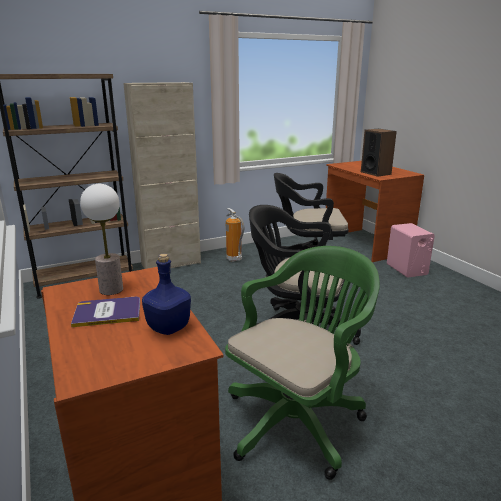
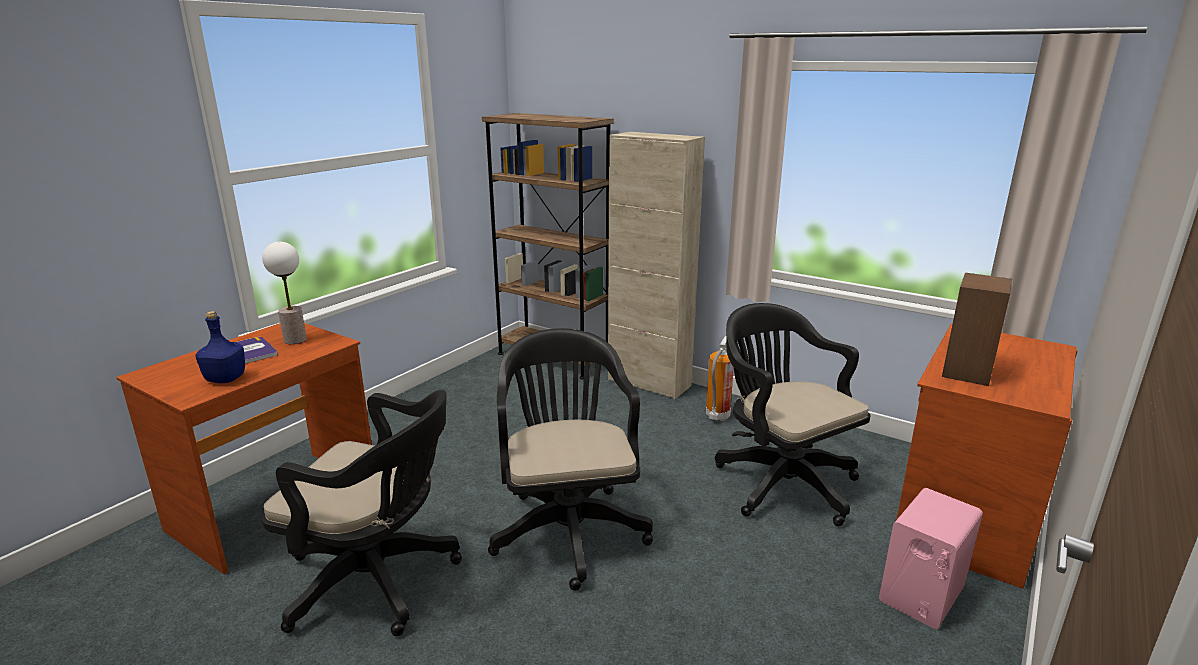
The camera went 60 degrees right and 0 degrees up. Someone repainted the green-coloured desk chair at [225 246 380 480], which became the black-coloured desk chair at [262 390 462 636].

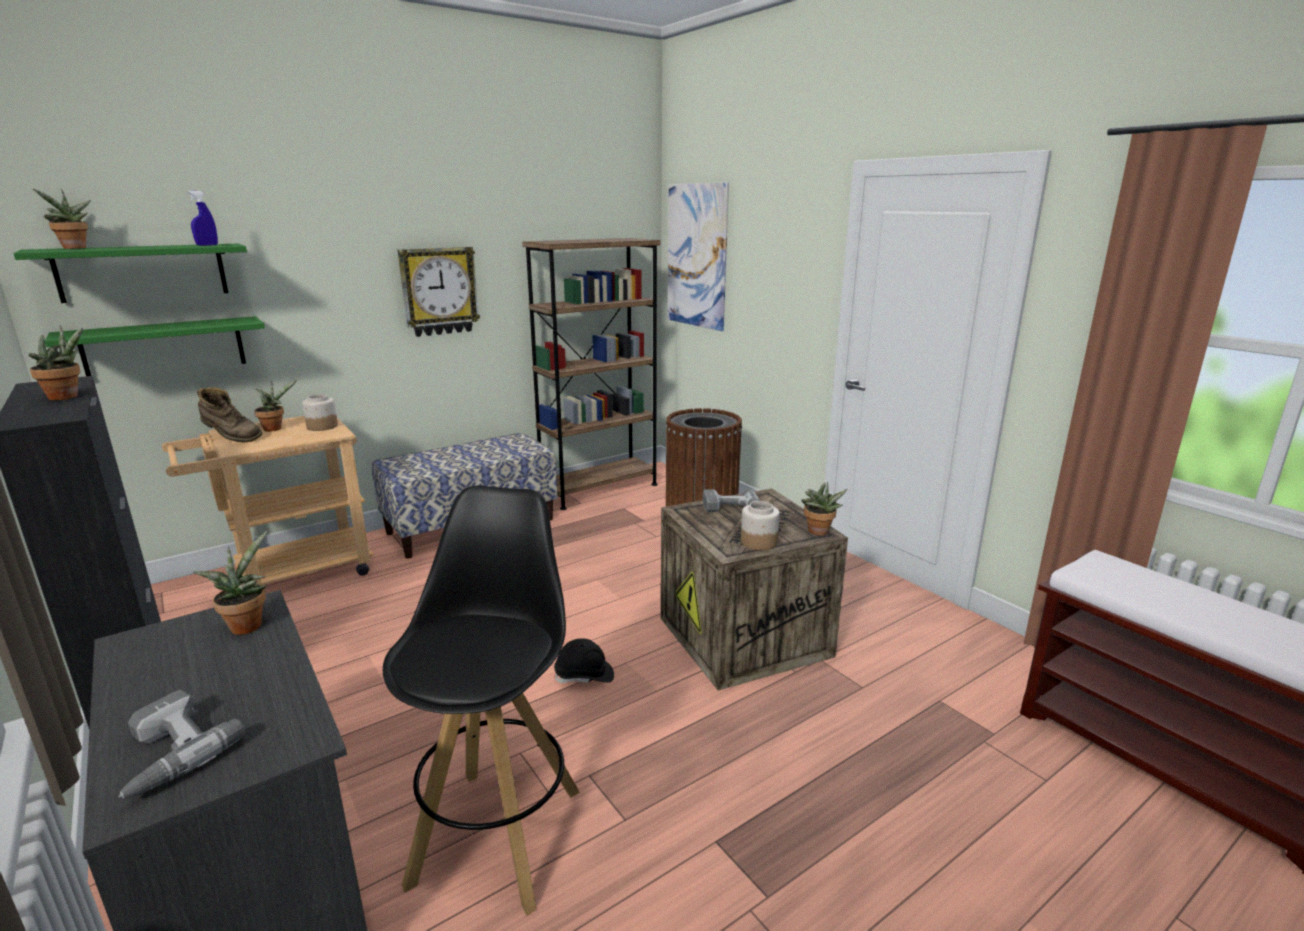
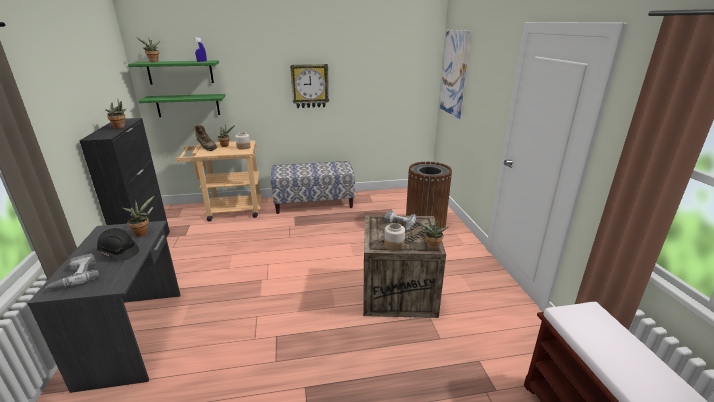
The camera went 25 degrees right and 5 degrees up. Someone took away the black-coloured stool seat at [383 486 580 916]. Someone took away the brown shelving unit at [522 238 660 510]. Someone carried the black-coloured safety helmet from [554 638 614 683] to [97 228 139 260].

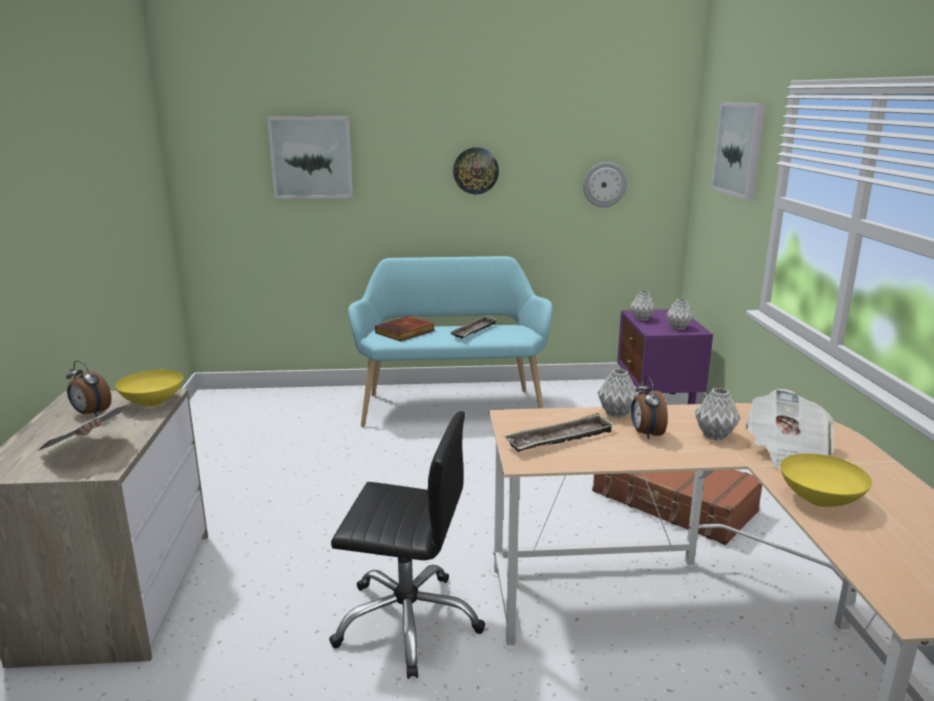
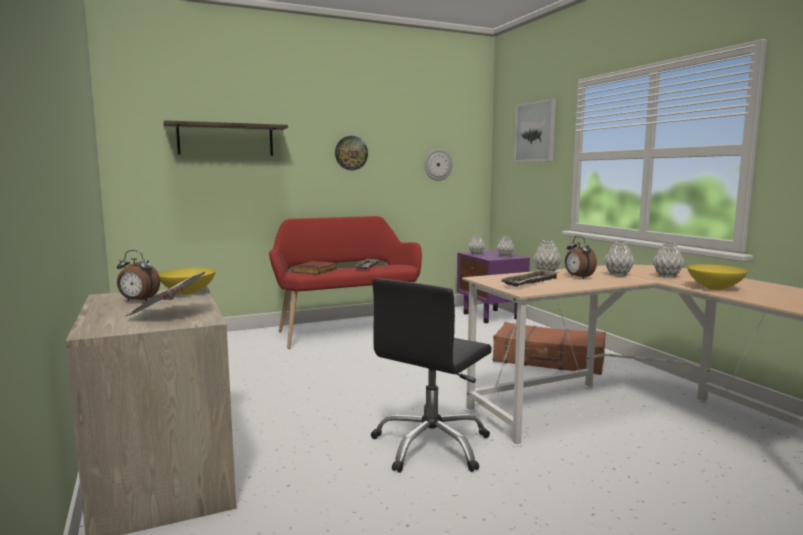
The camera went 20 degrees left and 10 degrees down. Someone swapped the picture at [267 117 353 199] for the shelf at [163 120 288 156]. Someone rotated the black-coloured desk chair at [329 411 485 679] by 135 degrees clockwise. Someone repainted the turquoise long seat at [348 256 553 427], which became the red-coloured long seat at [269 216 422 349]. Someone swapped the newspaper at [746 389 834 470] for the grey decorative vase at [652 243 685 278].

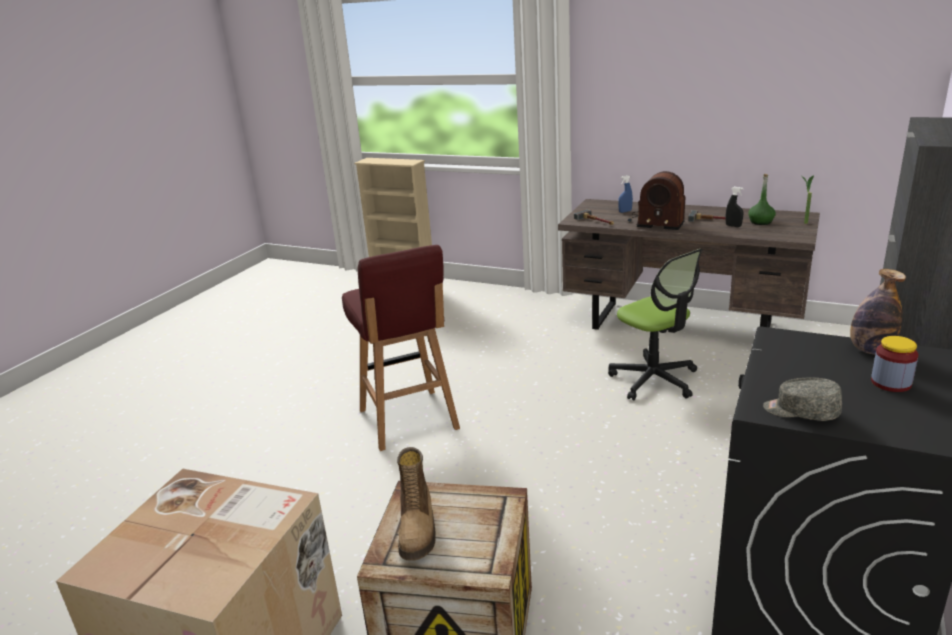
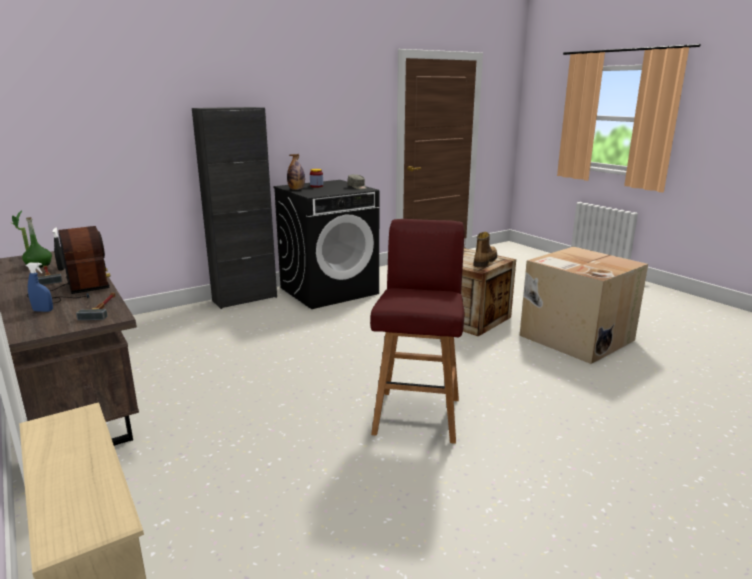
The camera went 150 degrees left and 5 degrees down. Someone took away the desk chair at [608 249 702 400].

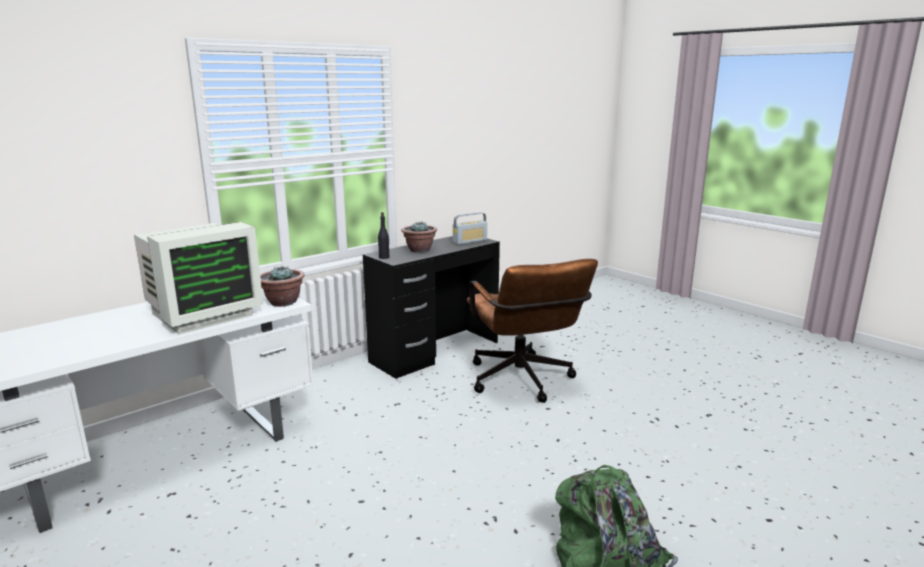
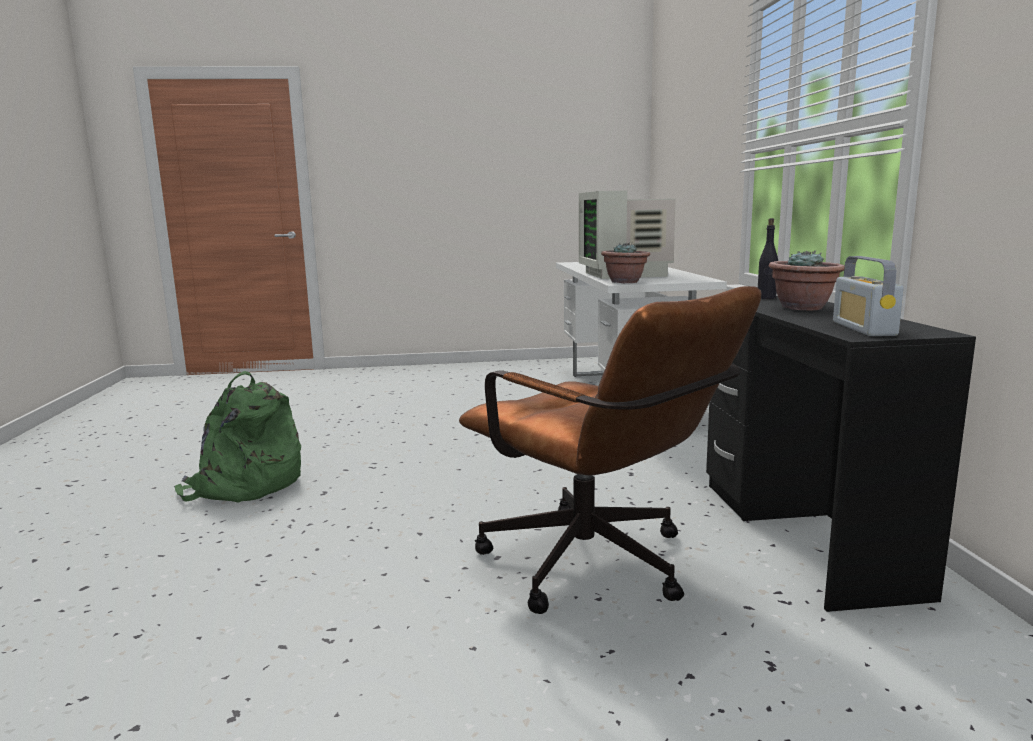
The camera went 125 degrees right and 5 degrees down. Someone rotated the brown desk chair at [467 259 598 403] by 150 degrees counterclockwise.

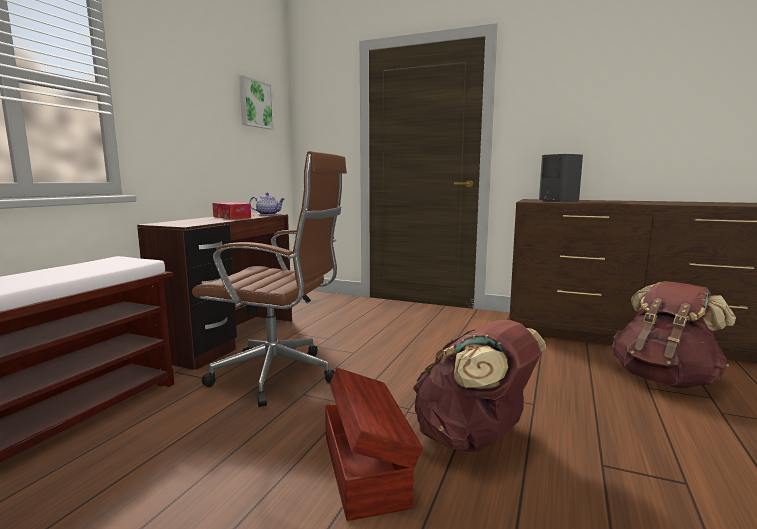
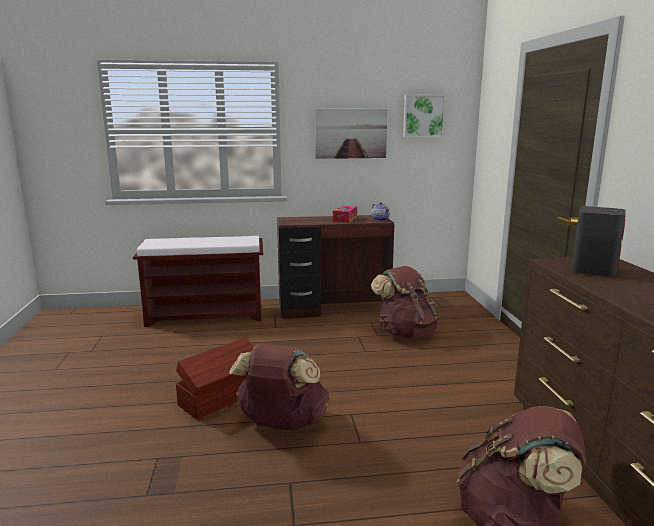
The camera went 60 degrees right and 5 degrees up. Someone took away the brown desk chair at [192 151 347 407]. Someone put up the picture at [315 109 388 159]. Someone put down the brown rucksack at [371 266 439 338].

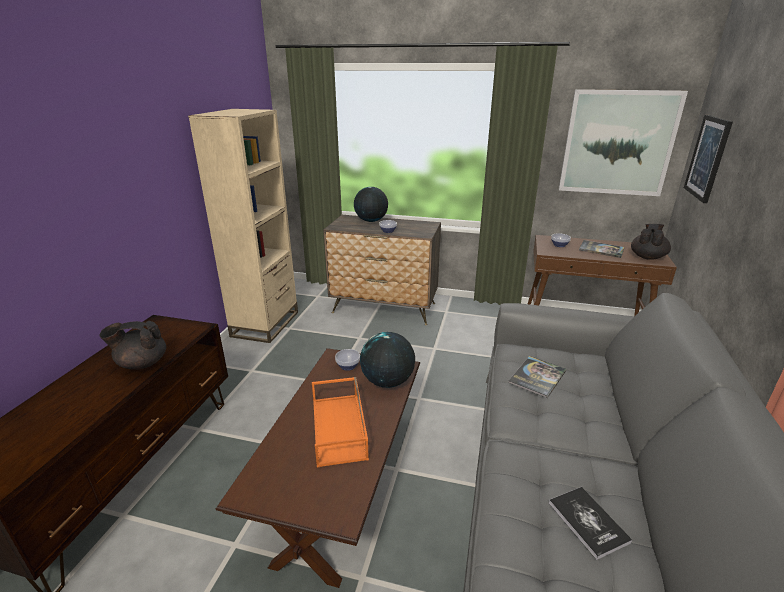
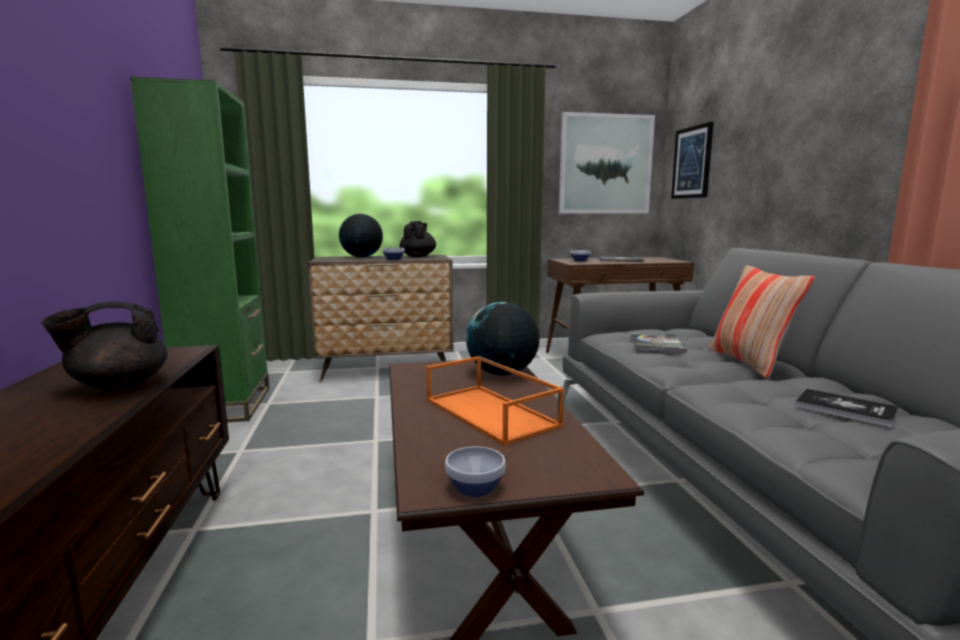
The camera went 25 degrees left and 15 degrees down. Someone repainted the beige-coloured shelving unit at [188 109 298 343], which became the green-coloured shelving unit at [130 77 269 422]. Someone carried the bowl from [335 349 360 371] to [445 446 506 497]. Someone carried the black-coloured pot for tea from [631 224 671 260] to [400 221 436 257]. Someone put down the pillow at [708 265 815 379].

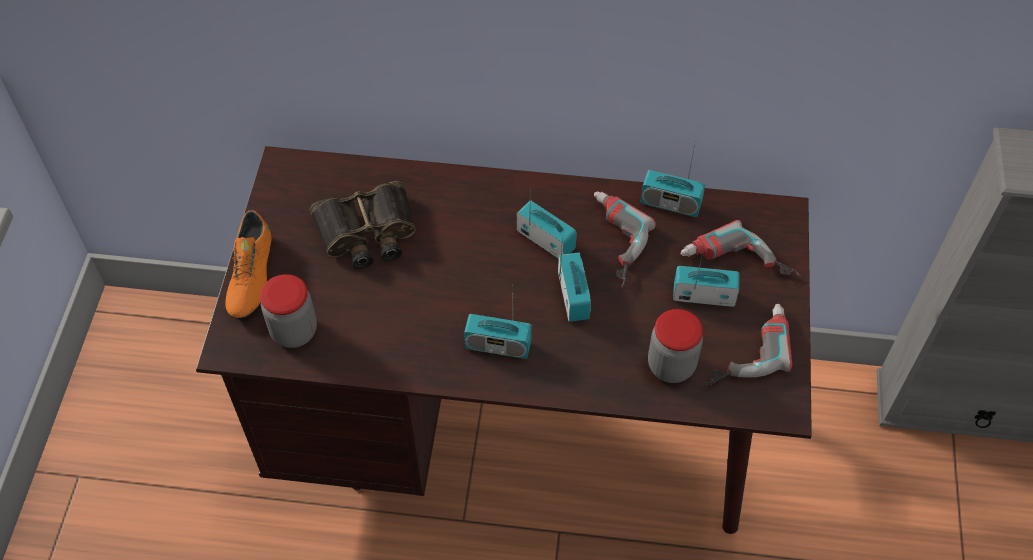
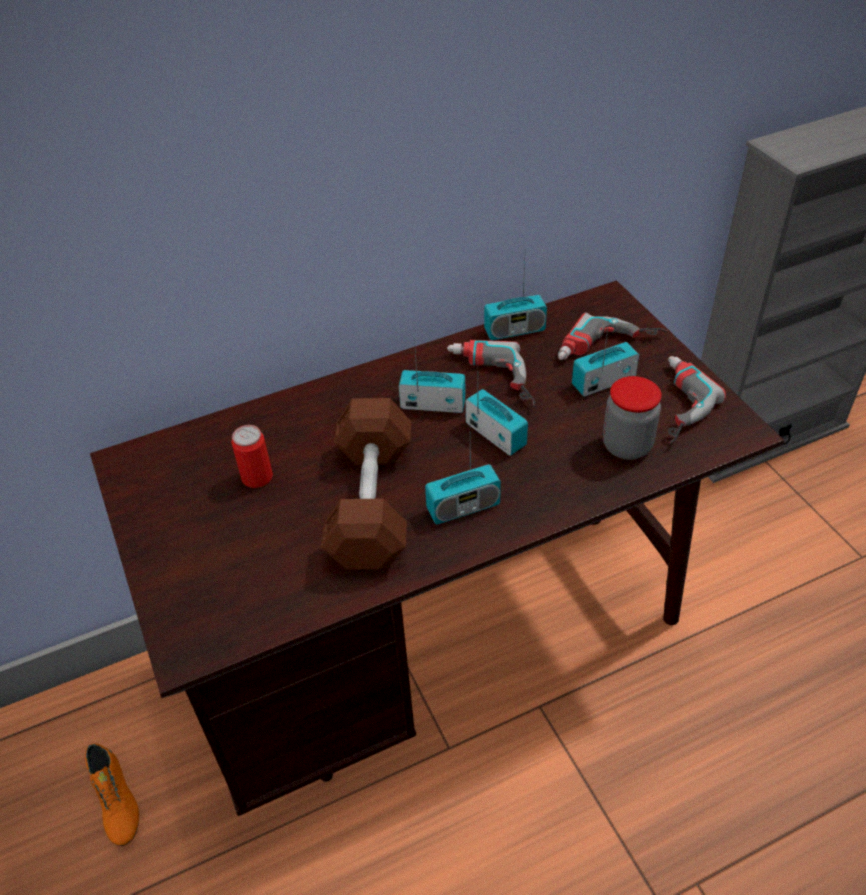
The camera went 30 degrees left and 10 degrees down. Someone carried the orange low shoe from [225 210 271 319] to [85 743 139 846]. Someone took away the jar at [260 274 317 348]. Someone swapped the pair of binoculars at [310 181 416 269] for the can at [231 425 273 488]. Someone put down the brown dumbbell at [321 398 411 569].

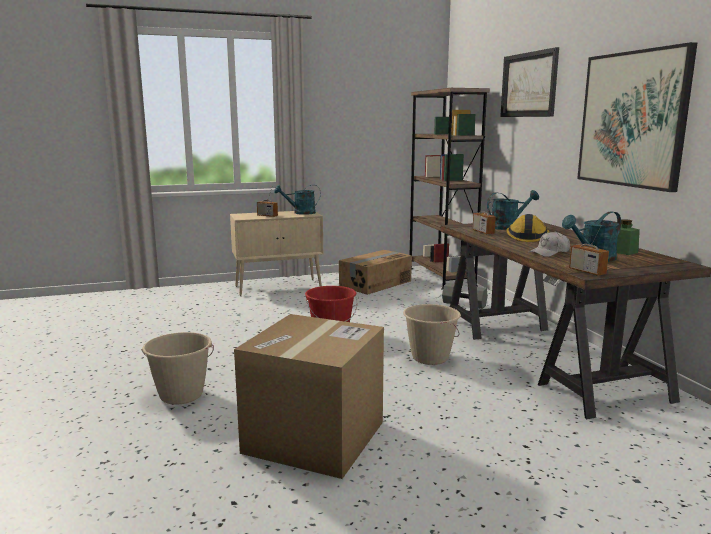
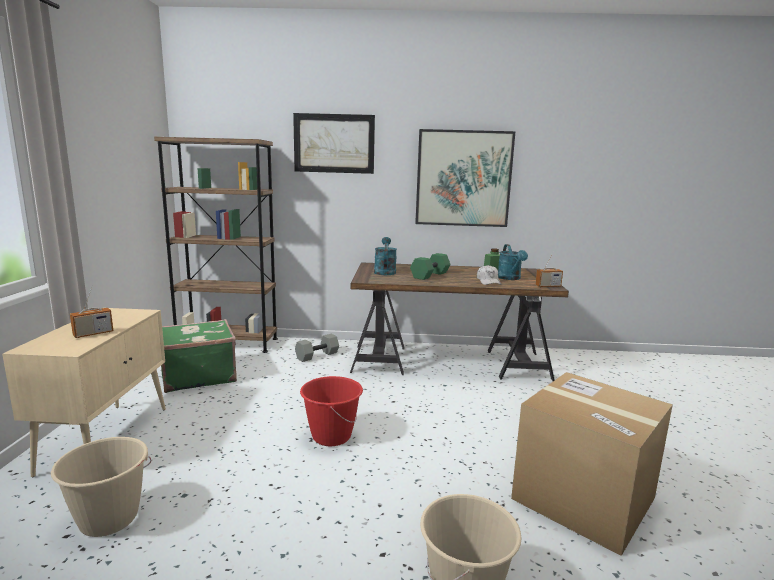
The camera went 70 degrees left and 0 degrees up. Someone took away the turquoise watering can at [274 185 321 215]. Someone swapped the cardboard box at [339 250 412 295] for the green-coloured piece of luggage at [161 319 237 393]. Someone carried the beige-coloured water bucket from [403 304 461 365] to [51 437 152 537]. Someone took away the radio set at [473 199 496 234]. Someone swapped the safety helmet at [506 214 550 242] for the green-coloured dumbbell at [410 253 450 280].

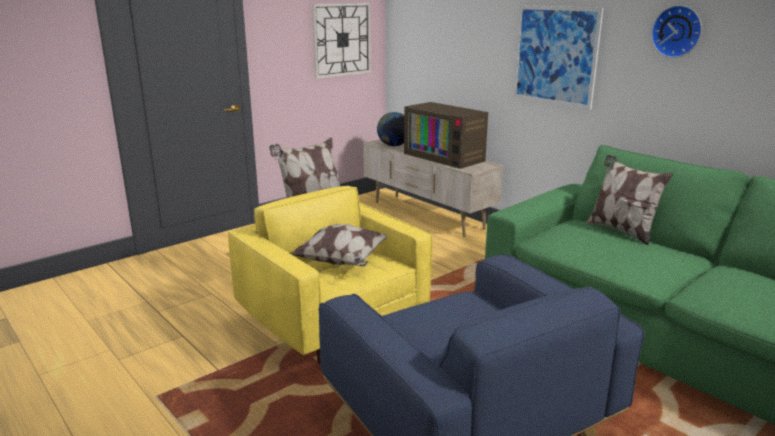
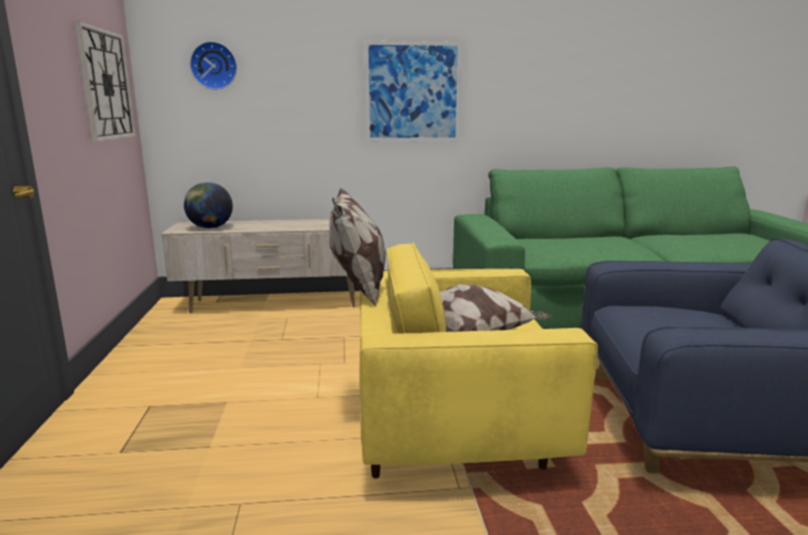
The camera went 55 degrees left and 5 degrees down. Someone took away the television at [404 102 488 169]. Someone took away the pillow at [586 155 673 245]. Someone carried the hanging clock from [651 5 702 58] to [190 41 237 90].

